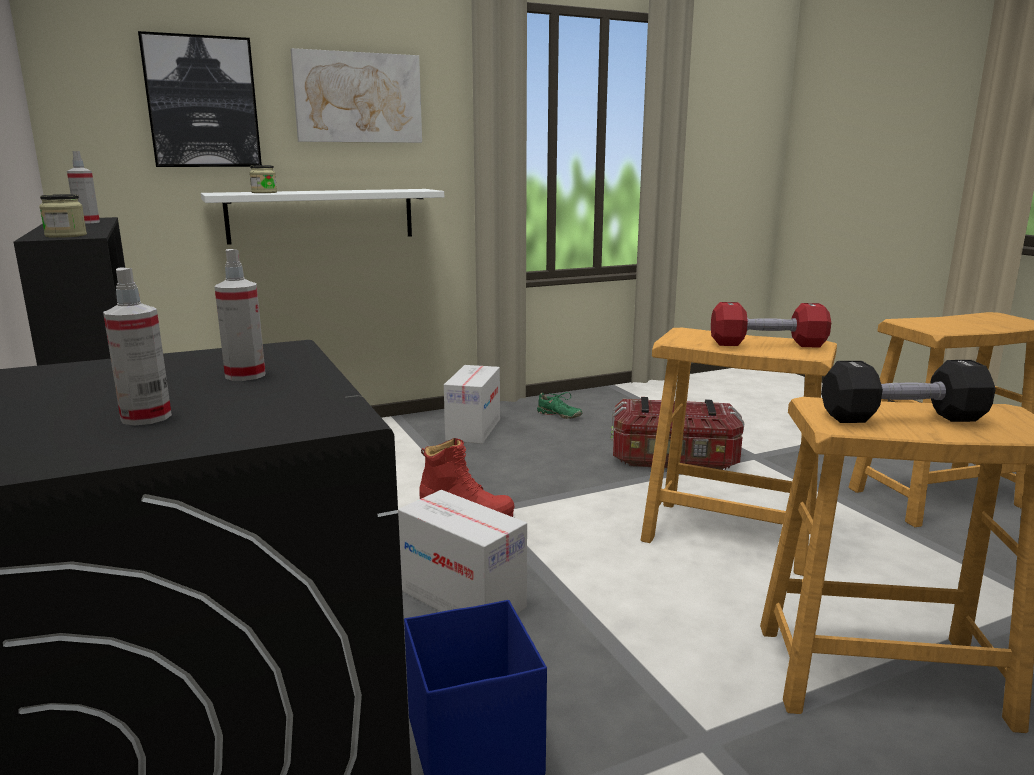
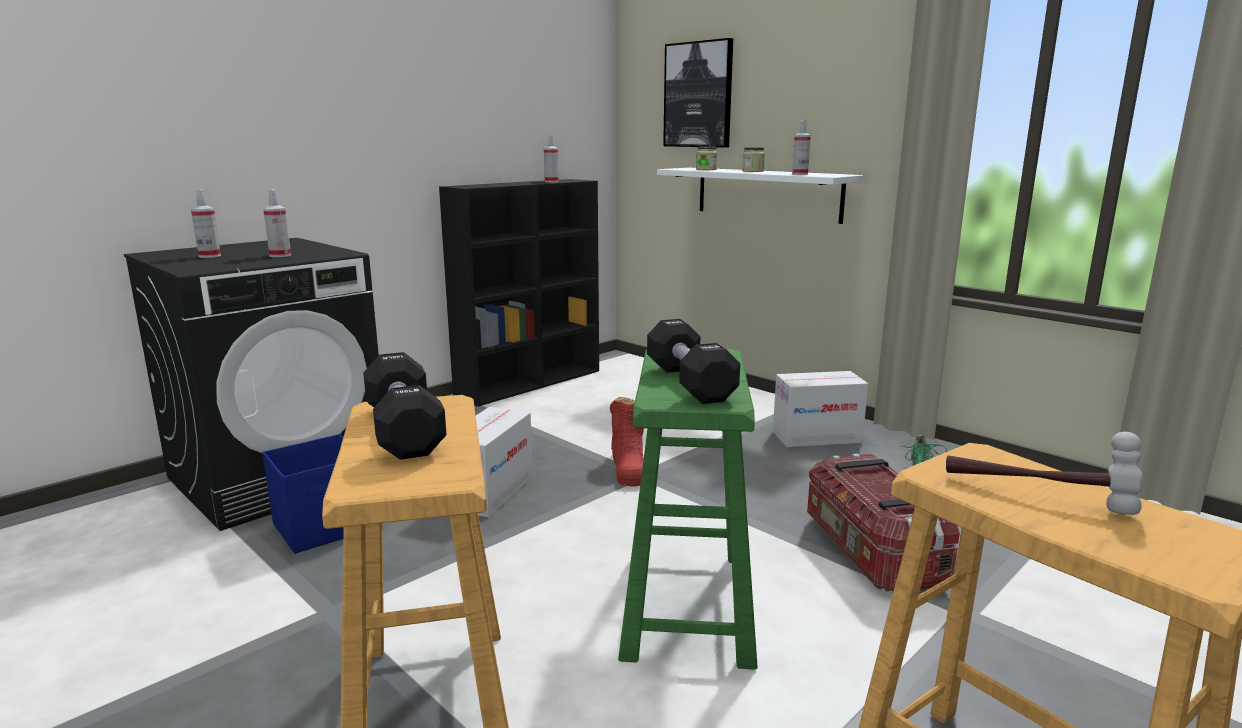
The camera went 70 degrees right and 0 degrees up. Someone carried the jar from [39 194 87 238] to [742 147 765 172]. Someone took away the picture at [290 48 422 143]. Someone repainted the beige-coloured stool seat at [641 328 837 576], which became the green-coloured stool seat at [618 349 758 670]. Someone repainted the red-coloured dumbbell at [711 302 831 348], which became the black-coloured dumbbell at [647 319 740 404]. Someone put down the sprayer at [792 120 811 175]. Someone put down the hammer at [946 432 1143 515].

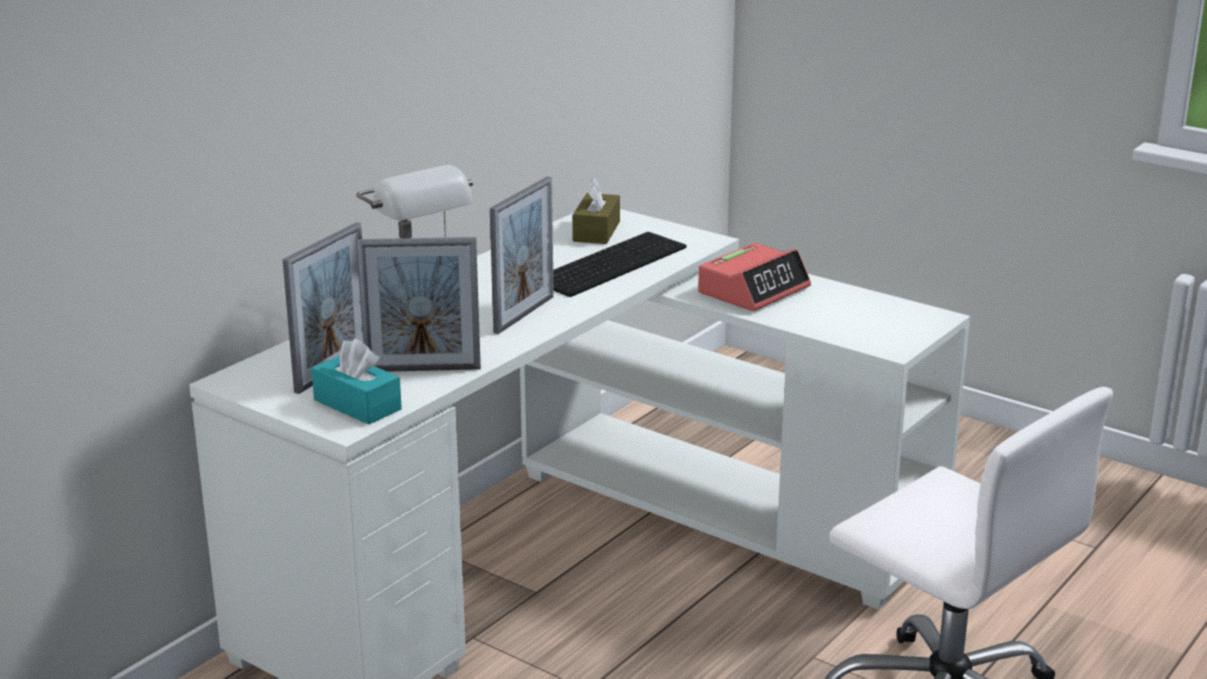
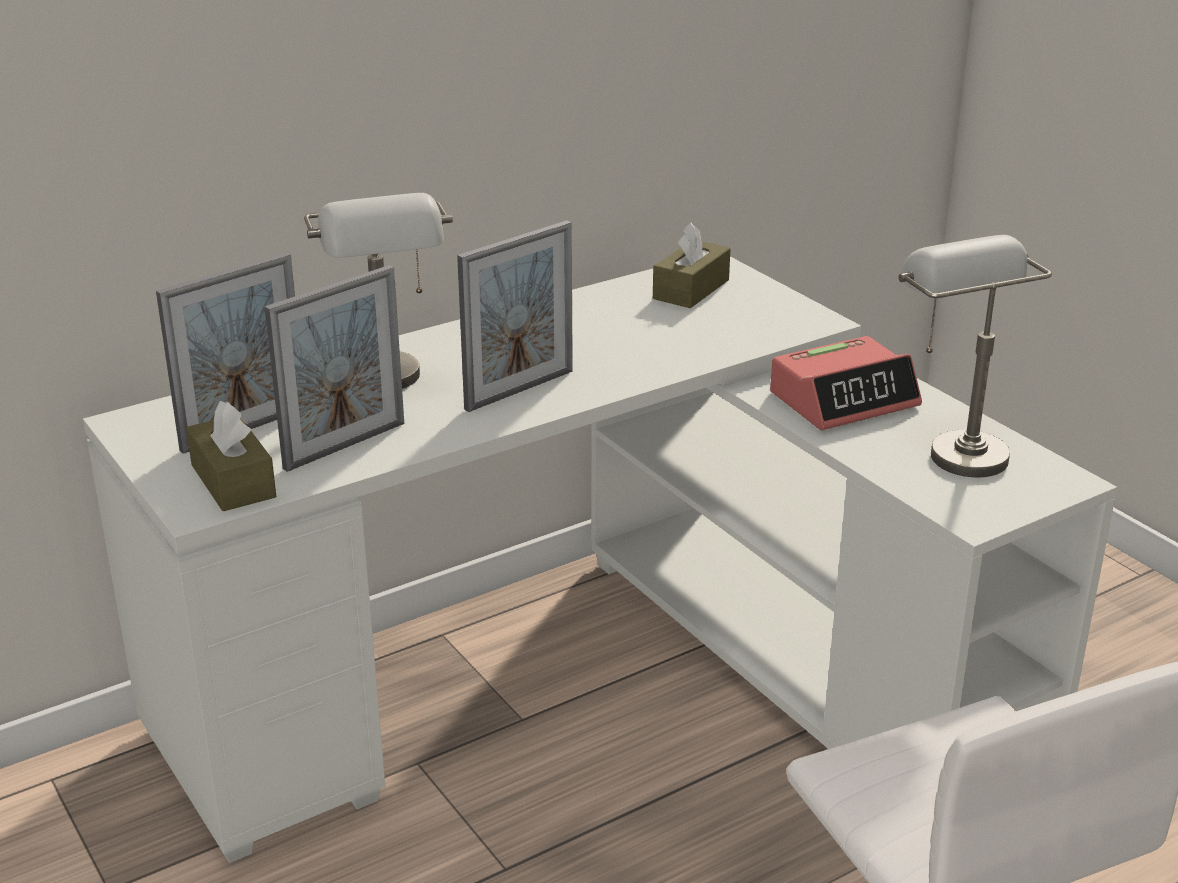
The camera went 20 degrees right and 5 degrees up. Someone repainted the turquoise box of tissues at [311 338 402 425], which became the brown box of tissues at [186 401 276 511]. Someone rotated the standing frame at [357 237 481 372] by 60 degrees counterclockwise. Someone took away the PC keyboard at [553 232 686 297]. Someone put down the grey lamp for a table at [898 235 1052 477].

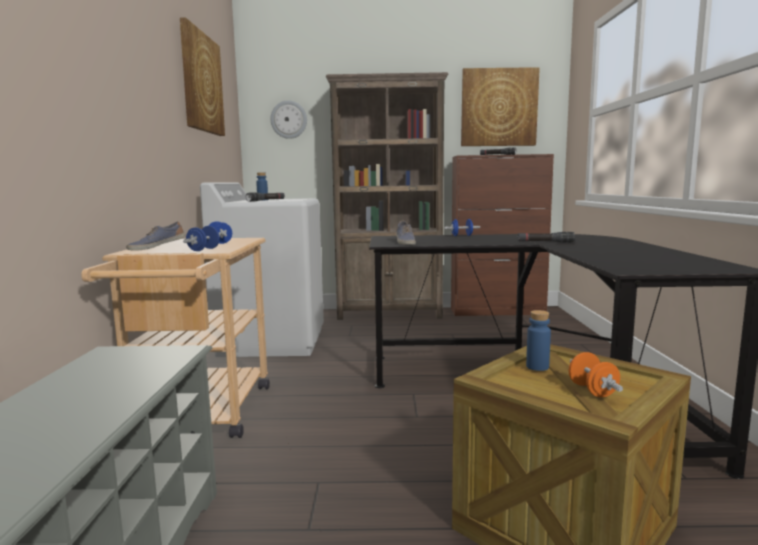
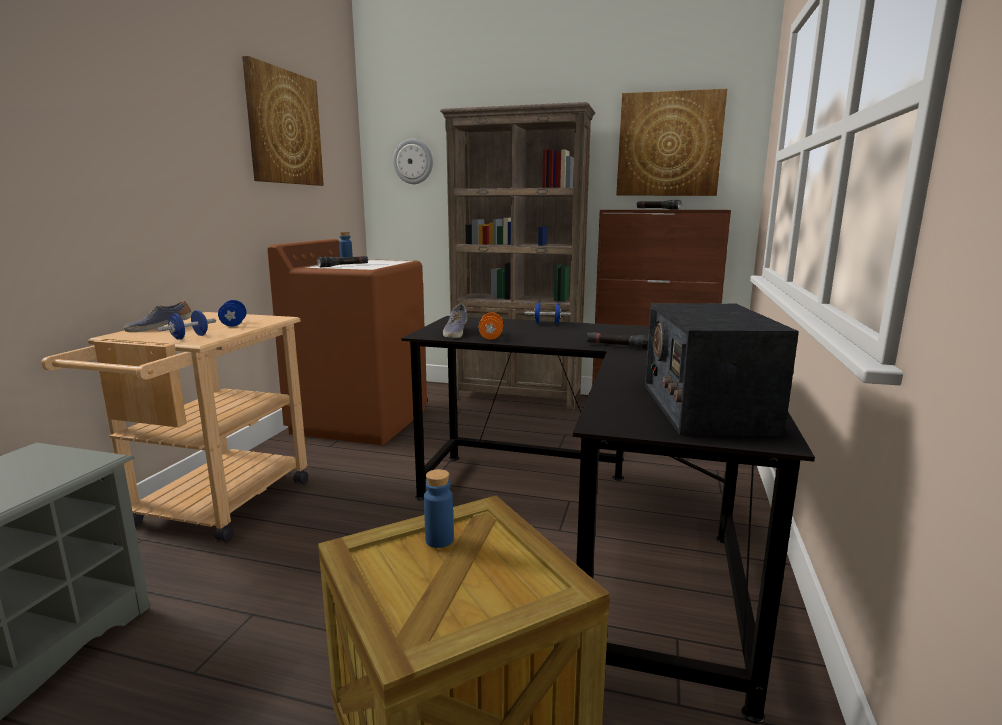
The camera went 15 degrees right and 5 degrees up. Someone repainted the white washing machine at [200 182 324 357], which became the brown washing machine at [267 239 427 445]. Someone carried the orange dumbbell from [569 352 623 397] to [479 312 503 340]. Someone put down the radio set at [645 303 799 436].

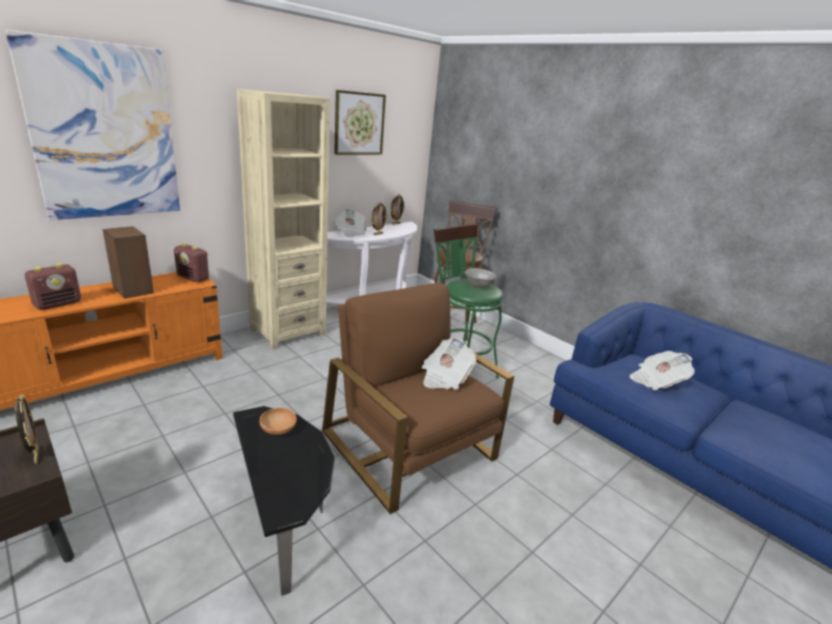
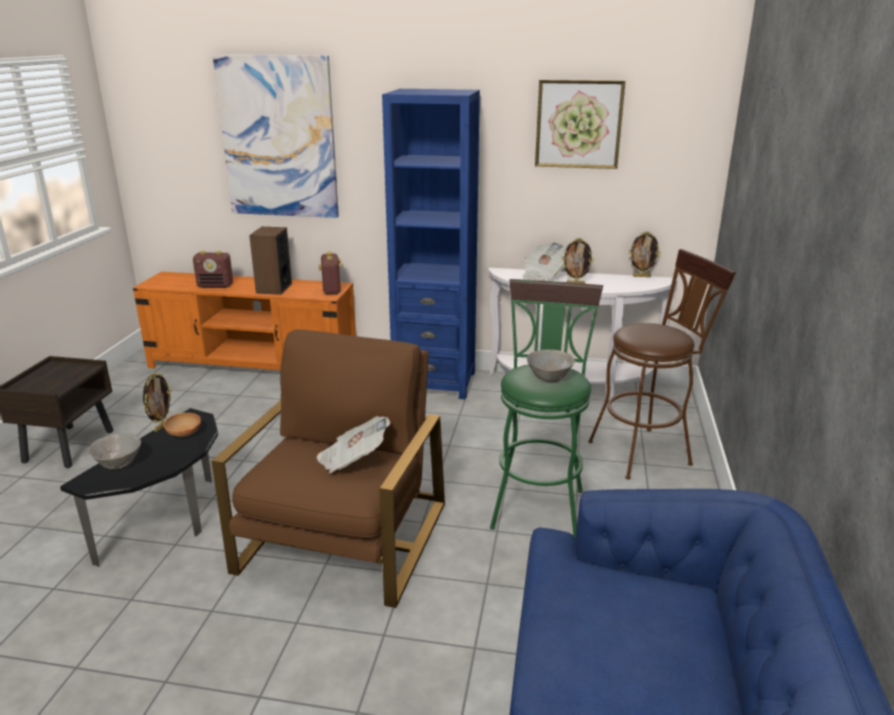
The camera went 55 degrees right and 0 degrees up. Someone carried the standing frame from [15 394 39 464] to [143 372 172 432]. Someone repainted the beige-coloured shelving unit at [237 89 330 349], which became the bluish shelving unit at [382 89 480 400]. Someone took away the newspaper at [630 351 695 390]. Someone put down the grey bowl at [87 433 141 470].

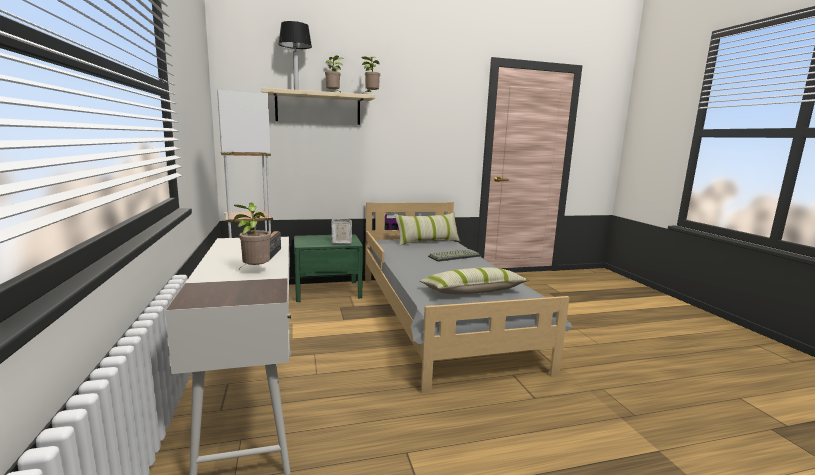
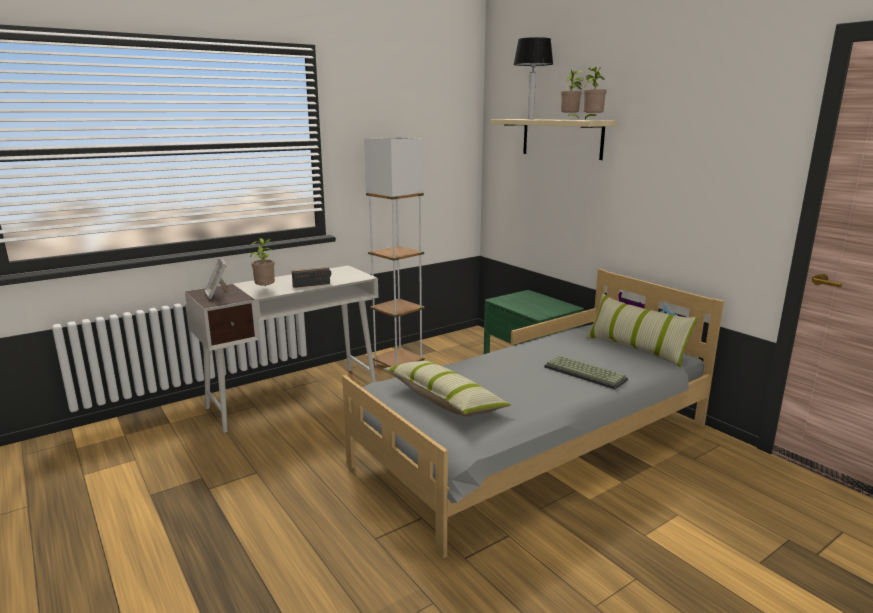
The camera went 70 degrees right and 5 degrees up. Someone carried the standing frame from [331 219 352 244] to [205 258 228 299].

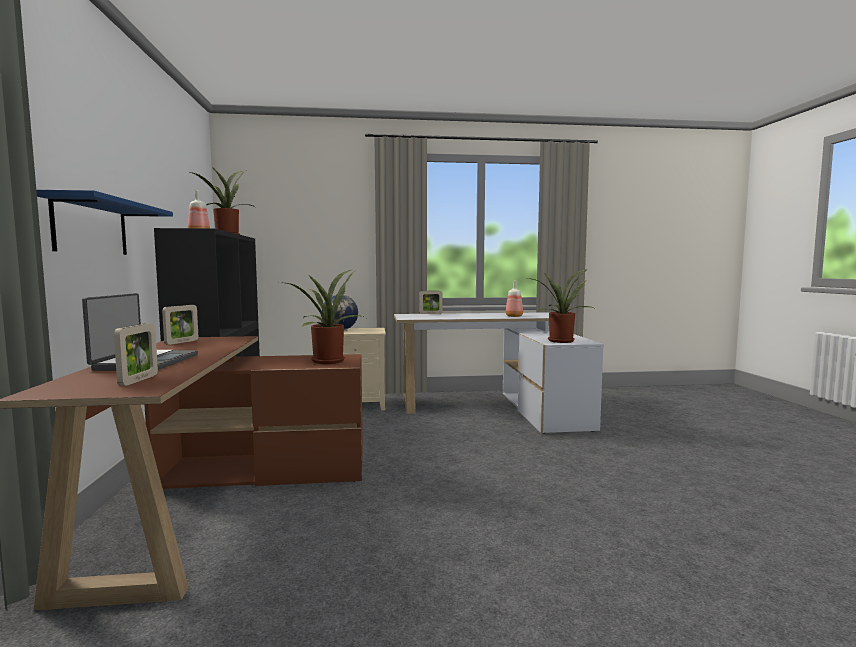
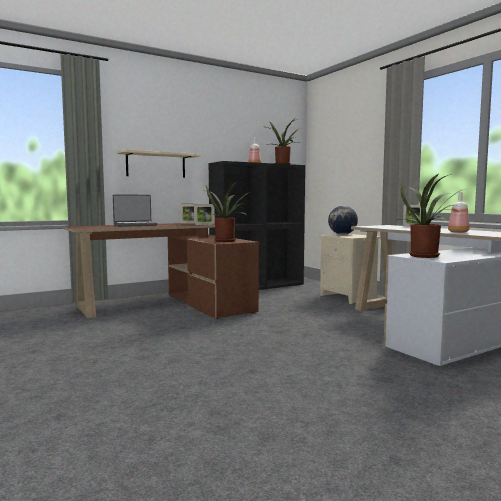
The camera went 65 degrees right and 0 degrees up. Someone repainted the bluish shelf at [36 189 173 255], which became the beige-coloured shelf at [117 149 201 178]. Someone carried the standing frame from [114 323 158 386] to [194 204 215 225].

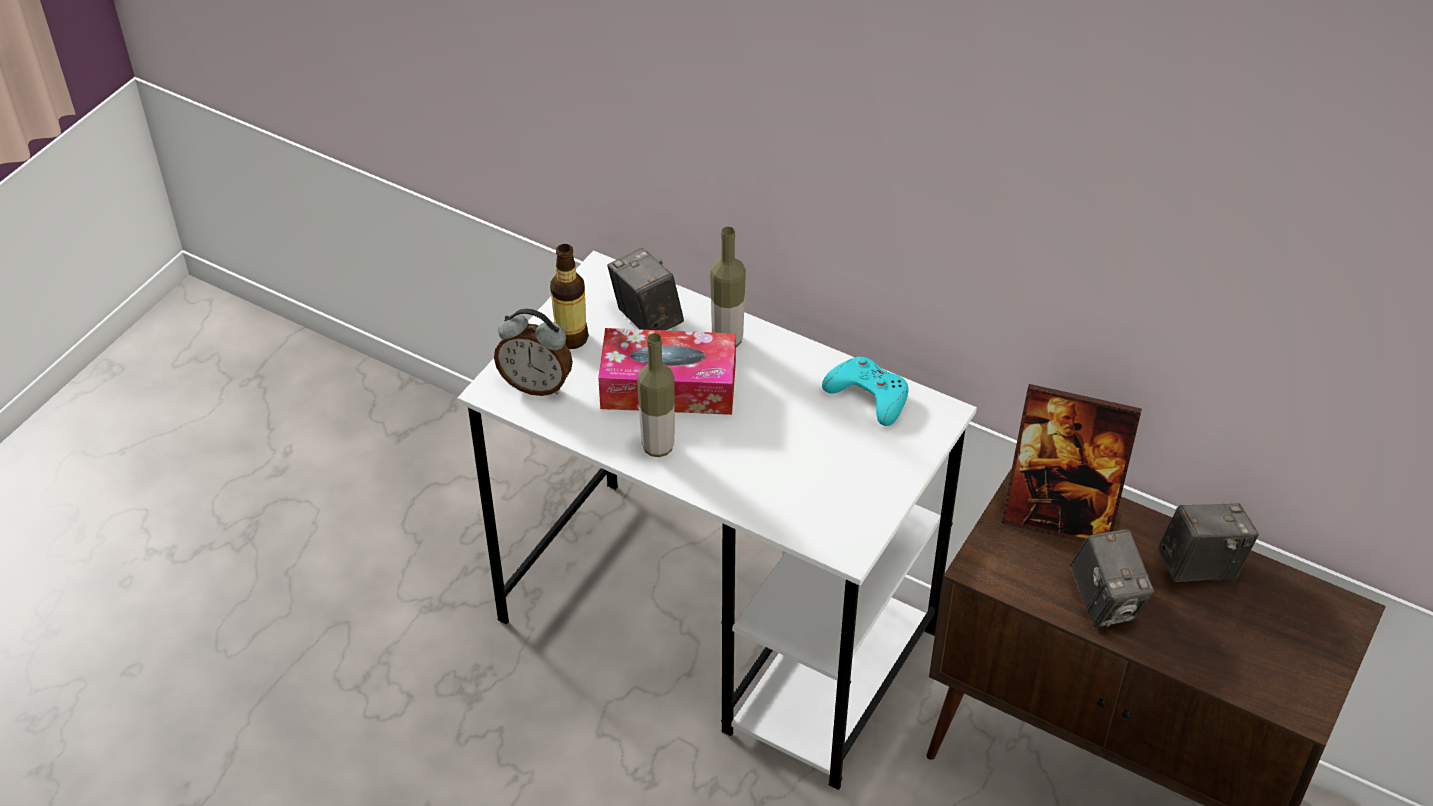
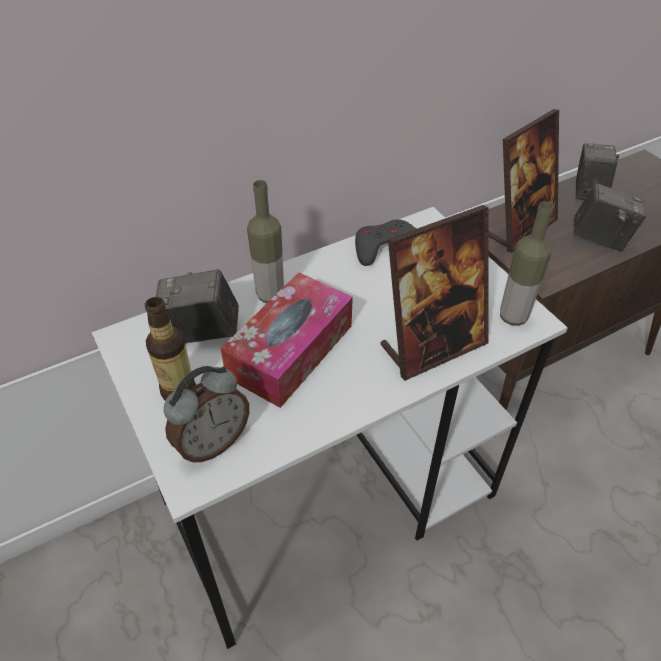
The camera went 60 degrees left and 0 degrees up. Someone carried the bottle from [637 333 675 457] to [500 201 554 326]. Someone repainted the turquoise joypad at [822 357 909 426], which became the grey joypad at [355 219 416 266]. Someone put down the standing frame at [380 205 489 381].

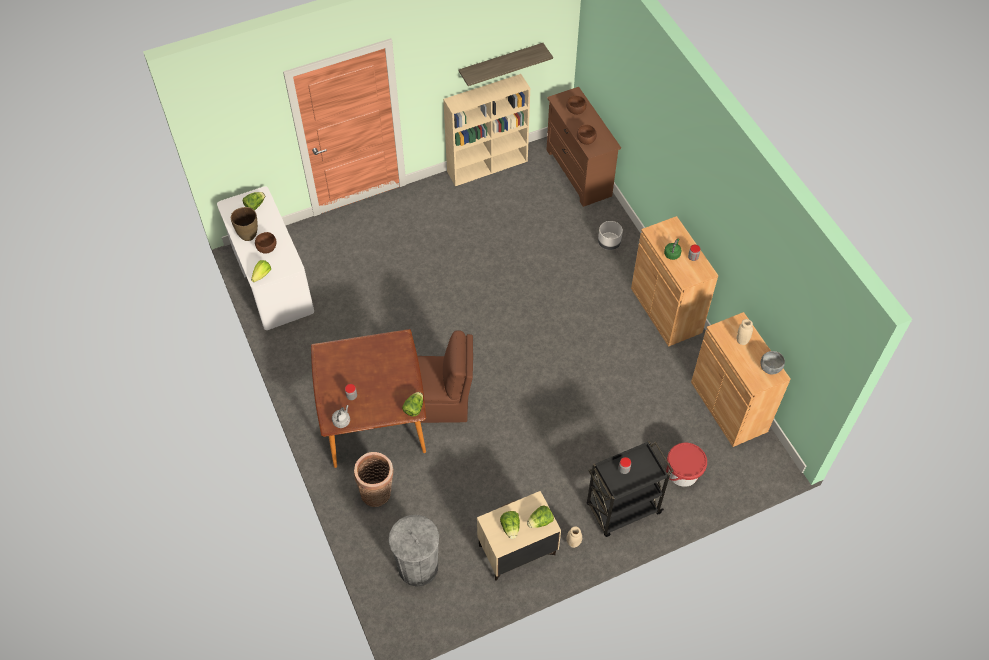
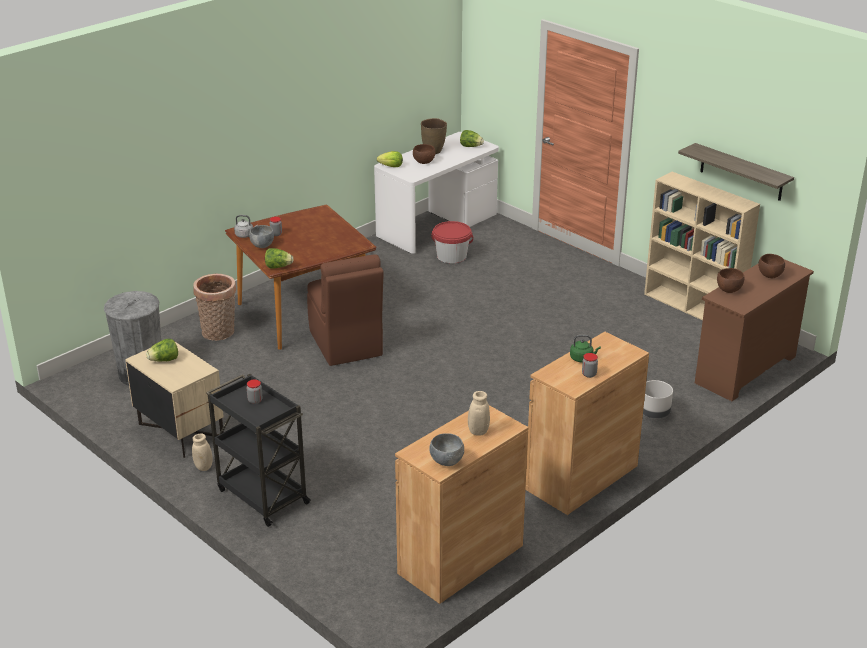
The camera went 70 degrees right and 25 degrees down. Someone took away the lettuce head at [527 506 554 528]. Someone carried the red-coloured water bucket from [666 443 707 487] to [431 221 473 263]. Someone put down the grey bowl at [249 225 274 248].

